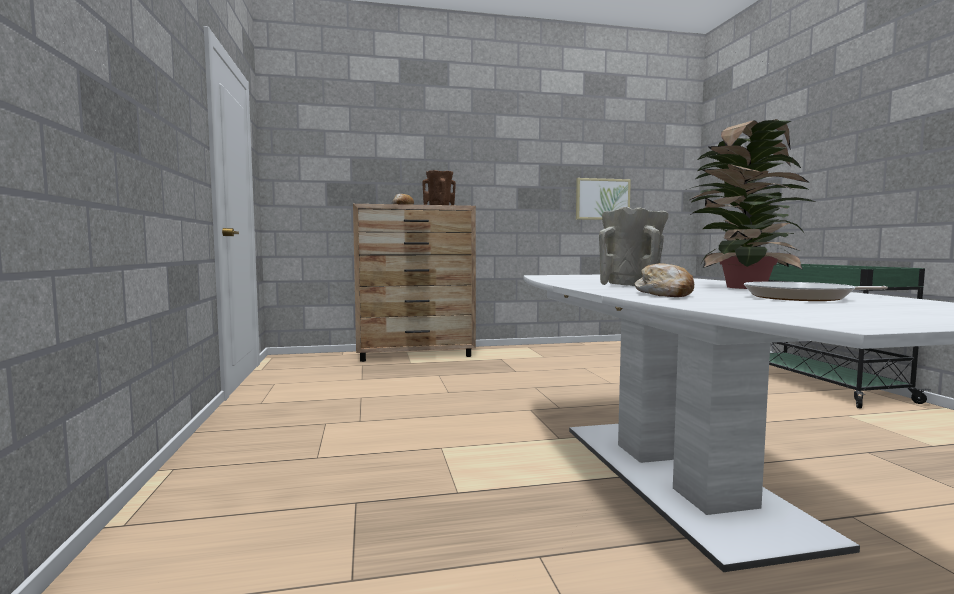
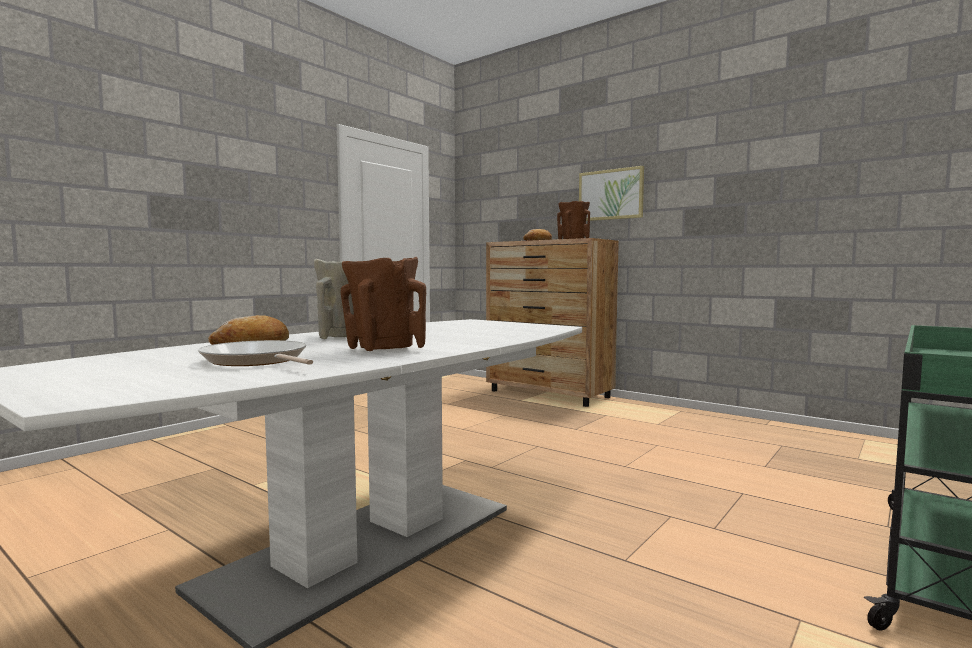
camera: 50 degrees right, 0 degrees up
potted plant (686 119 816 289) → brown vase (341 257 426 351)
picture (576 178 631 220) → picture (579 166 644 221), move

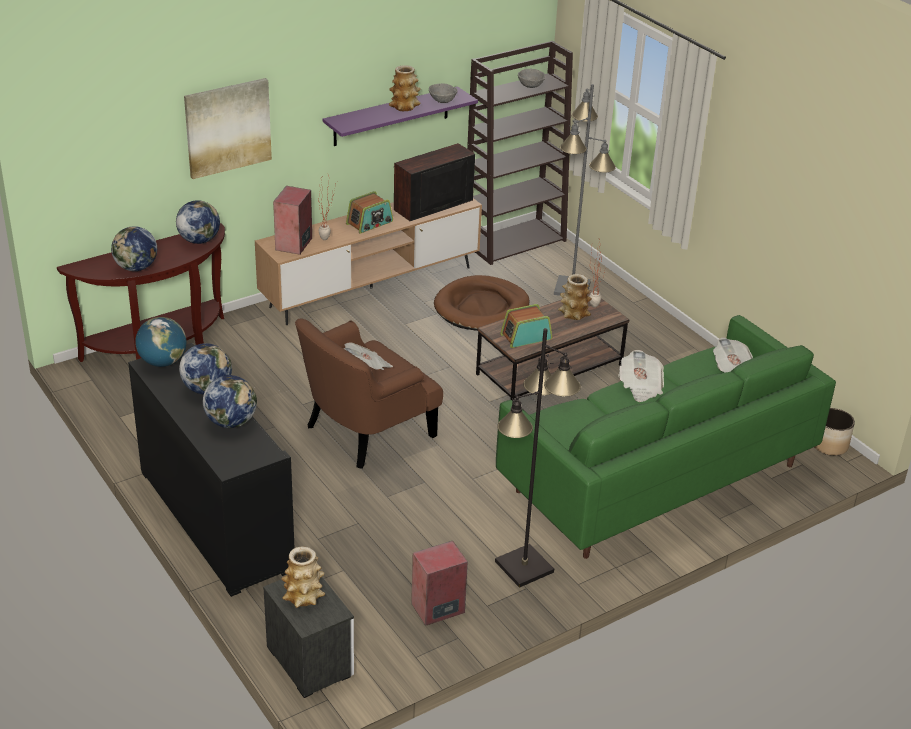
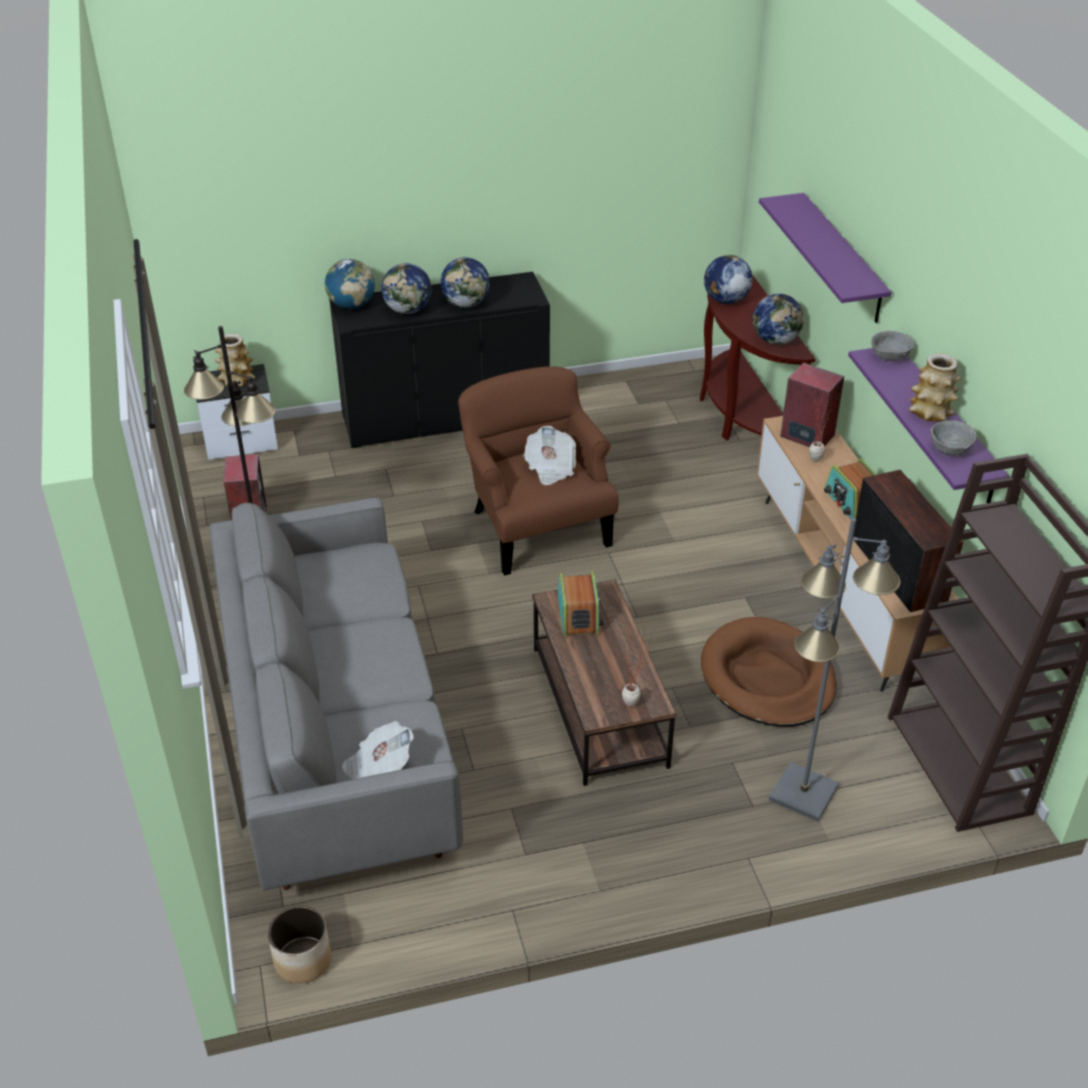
camera: 110 degrees right, 5 degrees up
grey bowl (518 69 545 88) → grey bowl (871 331 915 361), move
picture (184 78 272 179) → purple shelf (759 193 892 323)
vase (558 274 592 320) → -
green sofa (496 315 836 559) → grey sofa (209 497 463 891)
globe (135 317 186 367) → globe (325 259 375 309), move
newspaper (618 350 664 402) → -

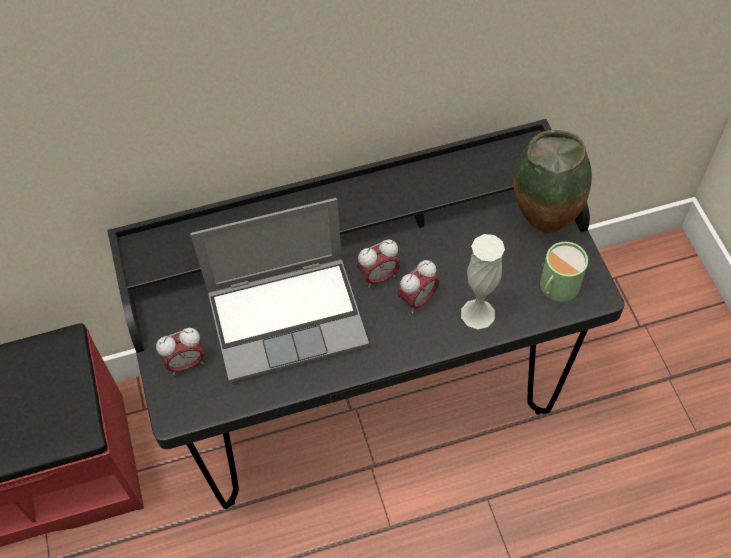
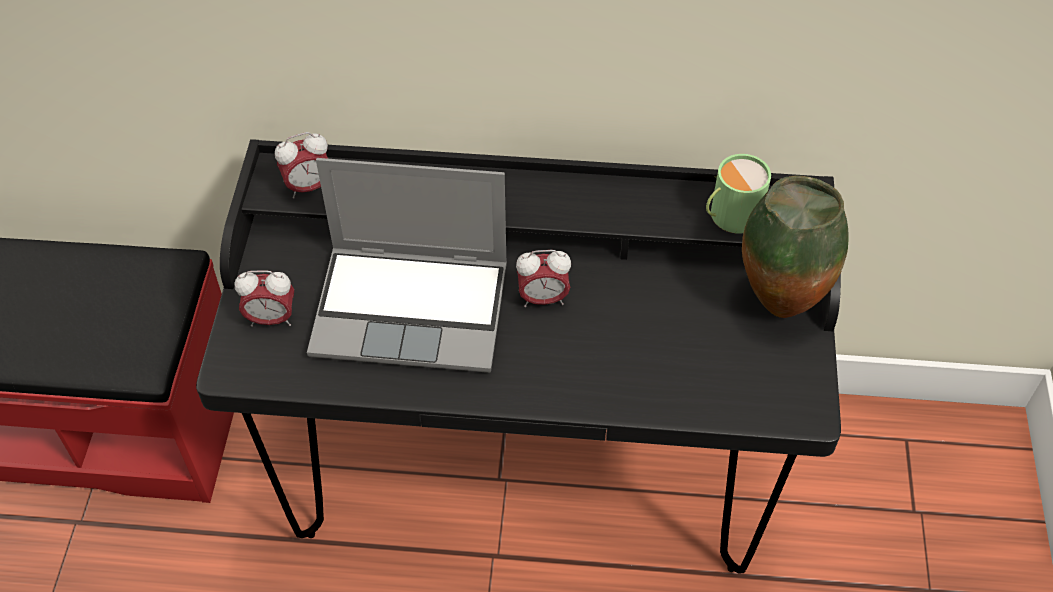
camera: 20 degrees right, 5 degrees down
white vase (461 234 505 329) → -
green mug (540 242 588 302) → green mug (706 154 771 234), move
alarm clock (397 260 439 313) → alarm clock (275 132 328 198), move

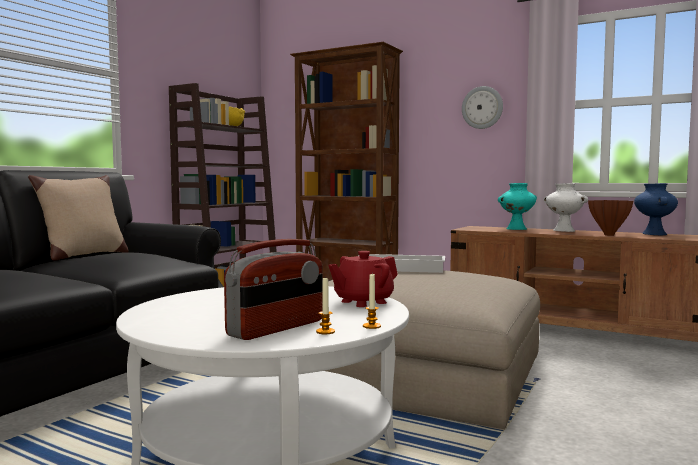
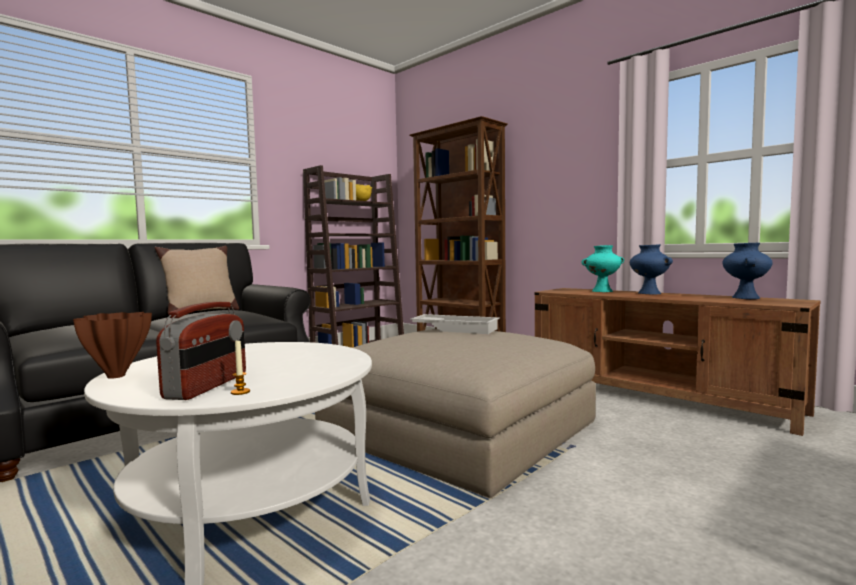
camera: 15 degrees right, 0 degrees up
wall clock (462 86 503 129) → -
white vase (544 183 588 232) → blue vase (630 244 673 295)
brown vase (588 200 633 236) → brown vase (73 312 152 379), move
radio (224 239 323 340) → radio (156 302 246 400), 45 degrees counterclockwise
red teapot (329 251 398 307) → -
candle (363 274 381 329) → -

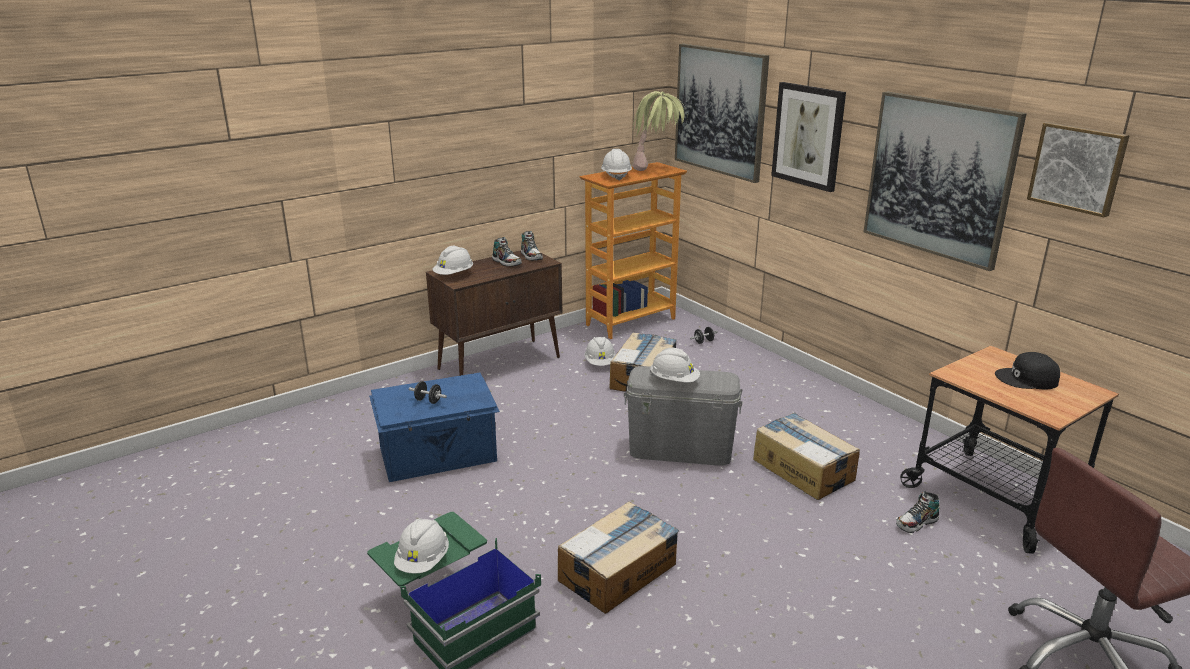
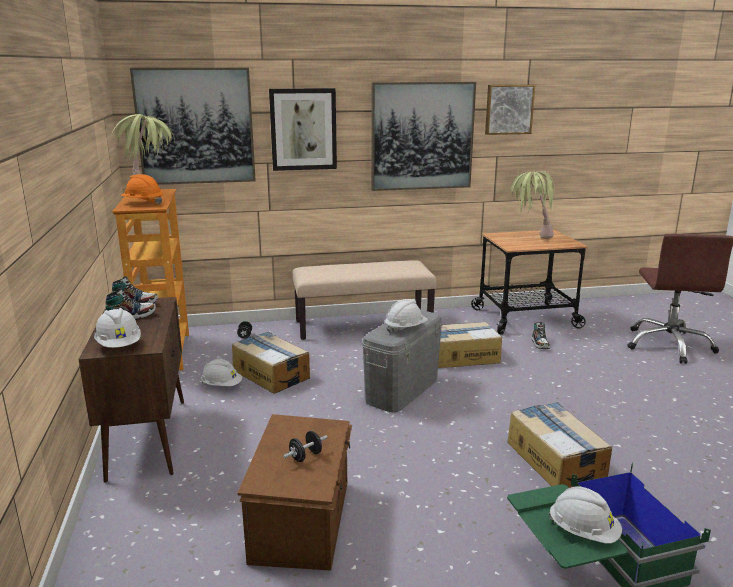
camera: 65 degrees left, 5 degrees down
white hard hat (601 149 632 181) → orange hard hat (120 174 162 205)
black cap (995 352 1060 390) → potted plant (510 171 556 239)
blue storage box (369 373 500 482) → brown storage box (237 414 352 571)
- → beige bench (292 260 437 340)

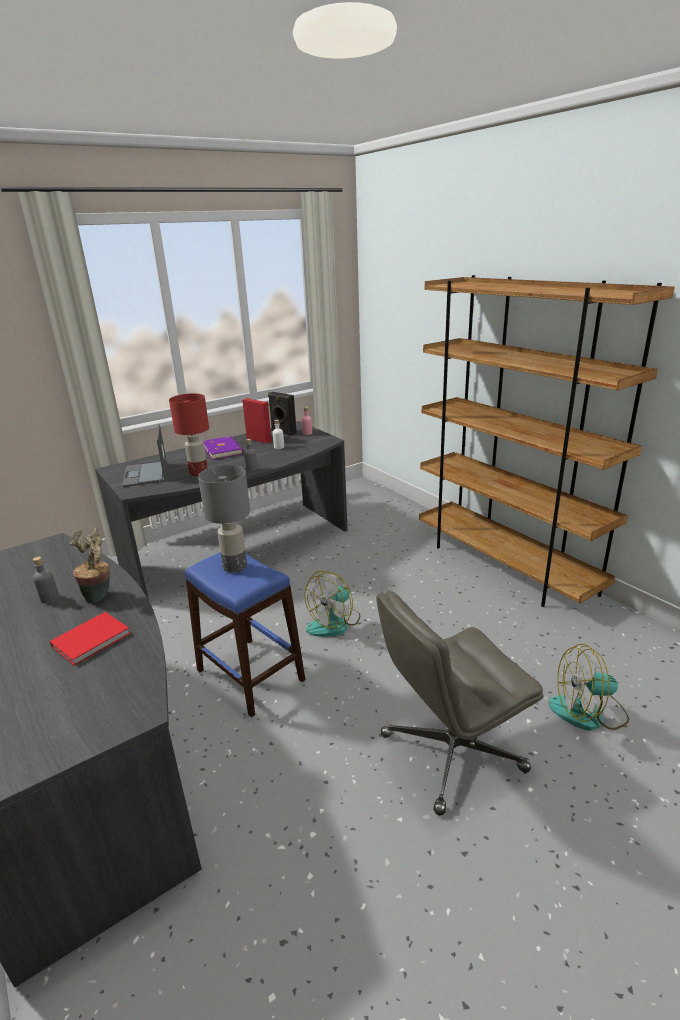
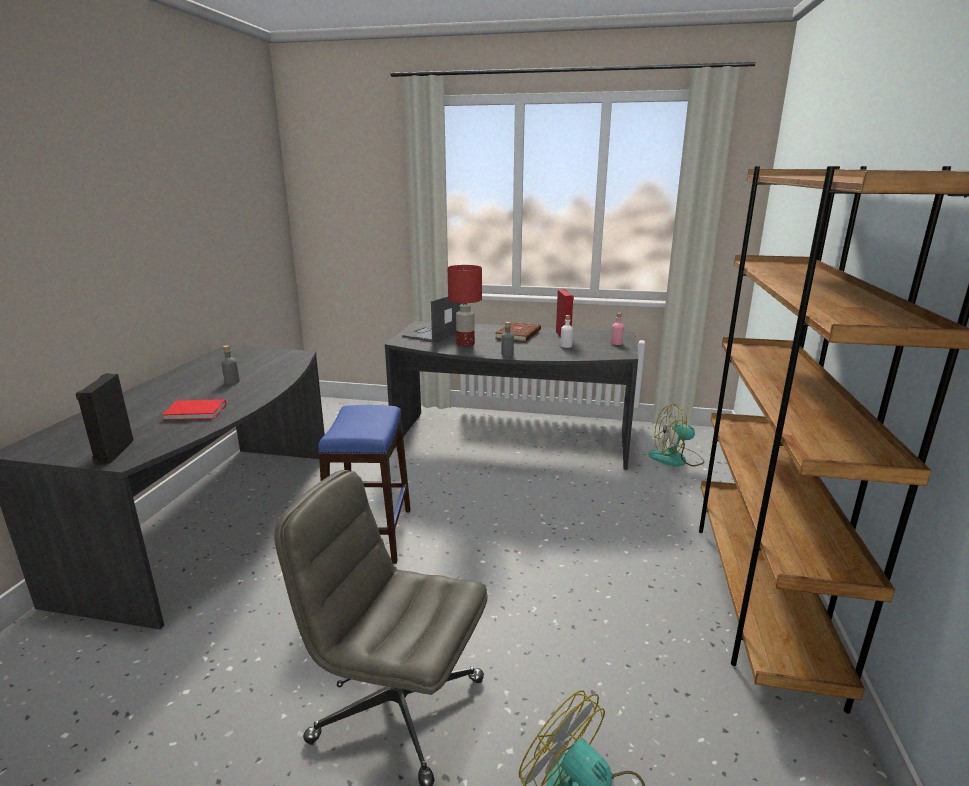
camera: 45 degrees right, 5 degrees down
black speaker (268 392 297 436) → black speaker (76 373 133 465), move
purple book (203 436 243 460) → brown book (495 322 541 342)
grey table lamp (198 465 250 573) → -
potted plant (70 527 110 603) → -
fan (304 571 360 637) → fan (649 404 704 467), move

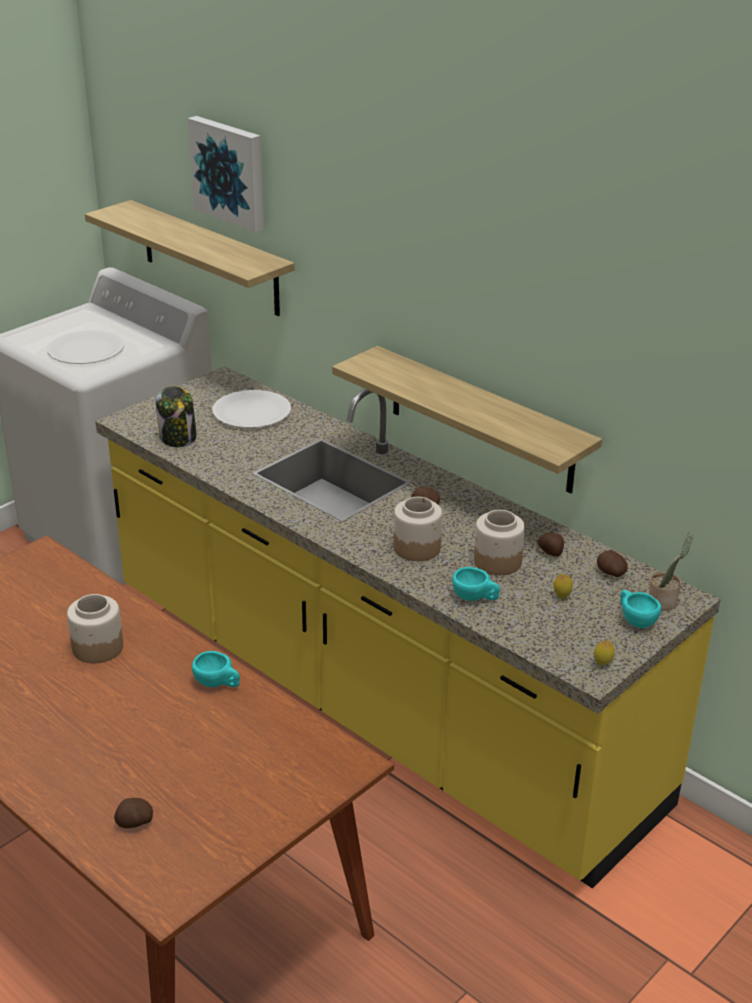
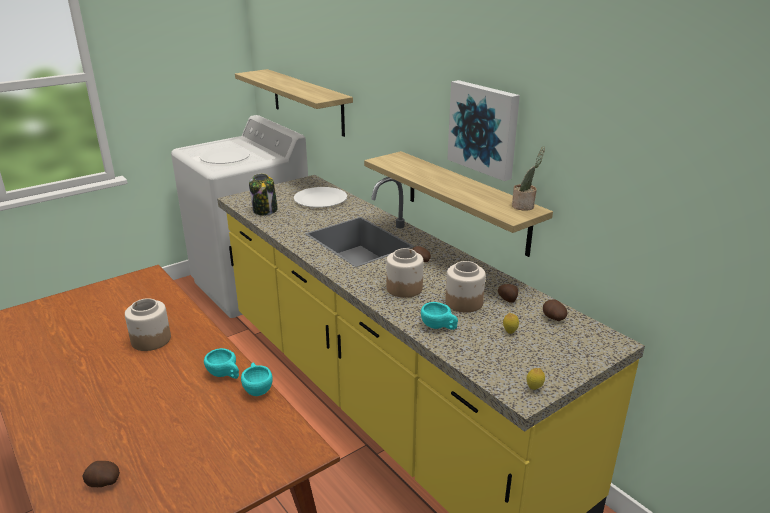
camera: 10 degrees right, 5 degrees down
picture (188 116 264 232) → picture (447 80 520 181), move
potted plant (649 532 693 610) → potted plant (512 146 545 210), move
turquoise cup (620 590 661 628) → turquoise cup (241 363 273 396), move

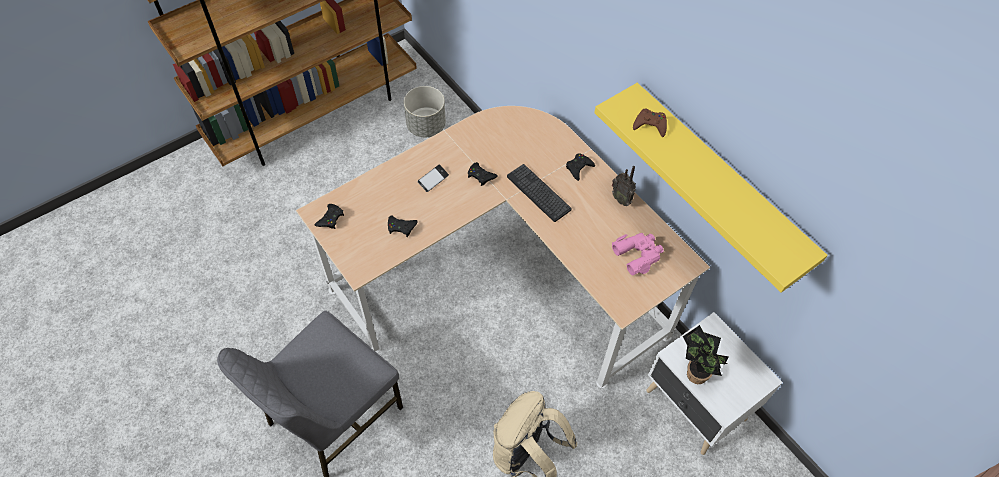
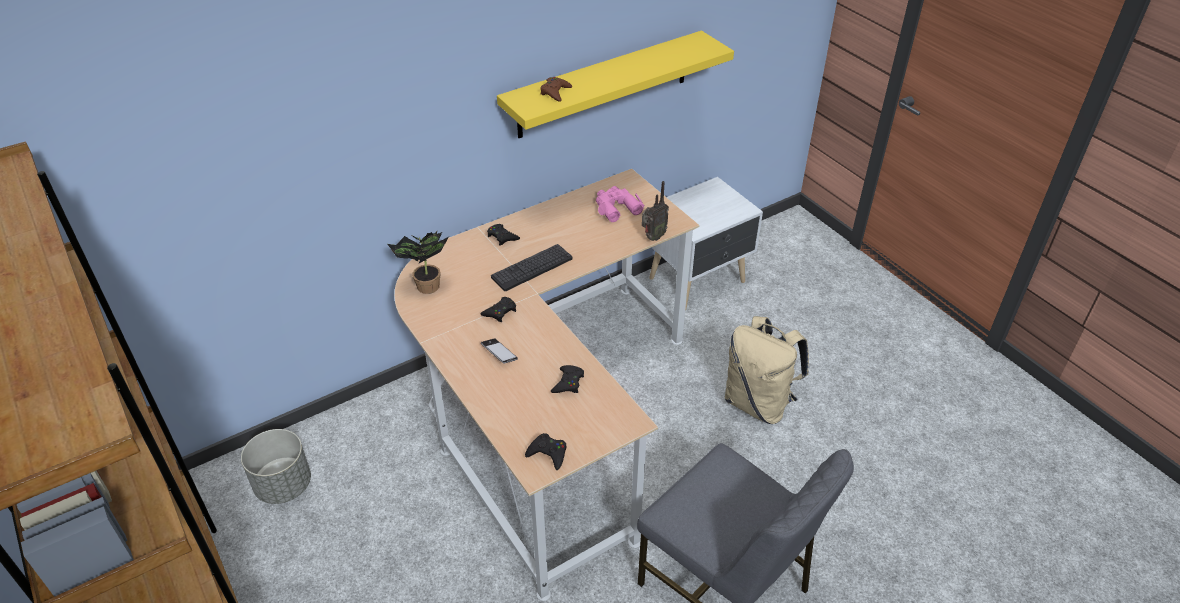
camera: 85 degrees left, 15 degrees down
radio (612 166 636 206) → radio (642 181 669 241), move
potted plant (683 325 729 384) → potted plant (388 231 449 294), move

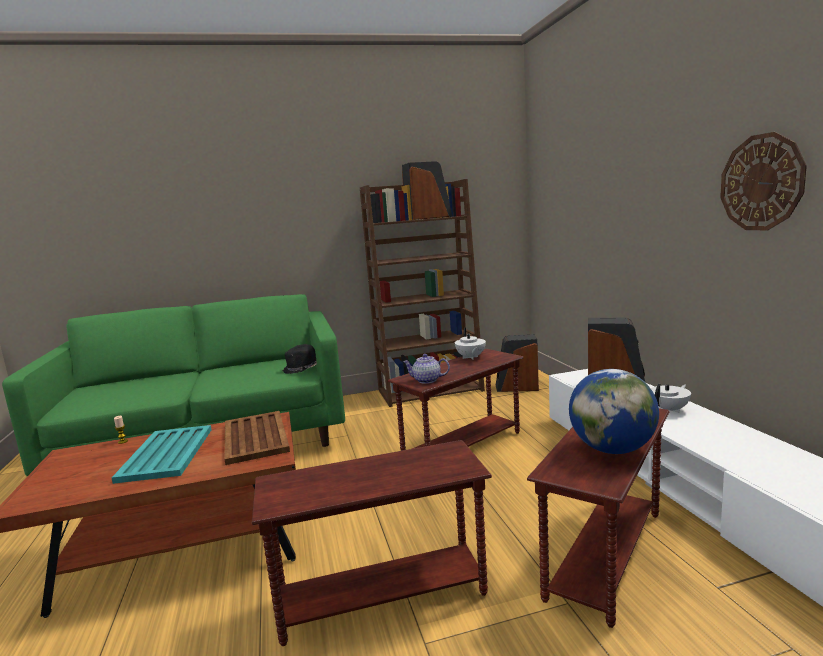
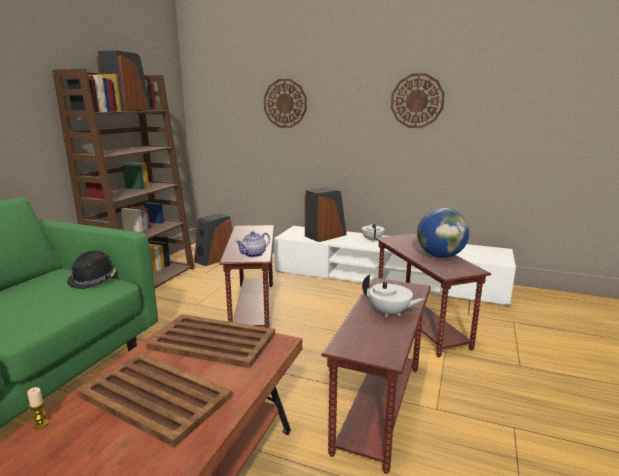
camera: 55 degrees left, 5 degrees up
white teapot (455 328 486 360) → white teapot (362 274 424 318), move
turquoise tray (112 425 211 484) → brown tray (77 353 232 448)
- → wall clock (264 79 307 128)

